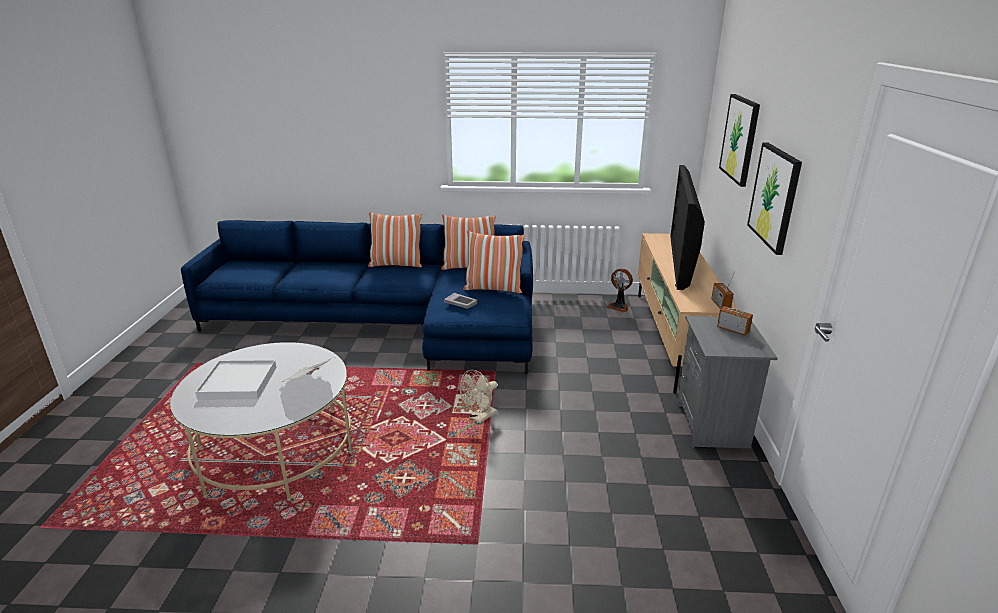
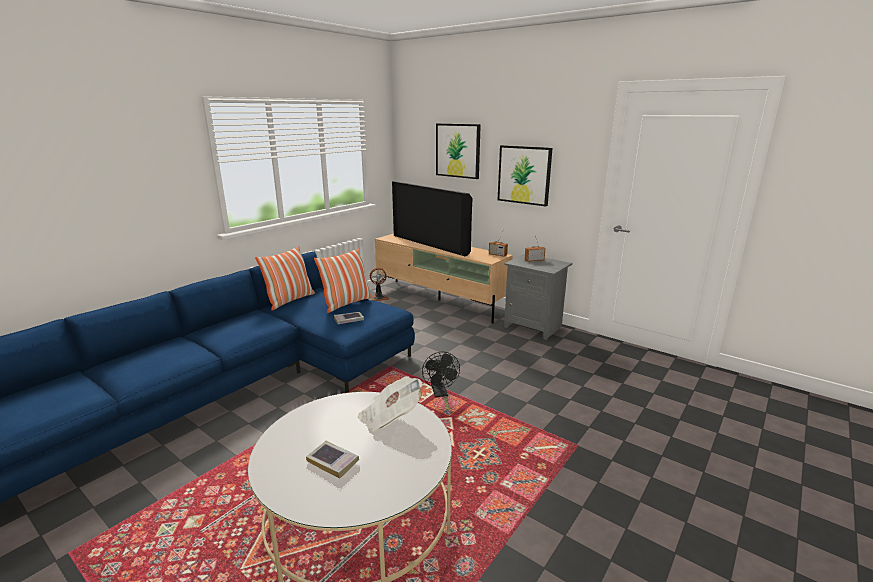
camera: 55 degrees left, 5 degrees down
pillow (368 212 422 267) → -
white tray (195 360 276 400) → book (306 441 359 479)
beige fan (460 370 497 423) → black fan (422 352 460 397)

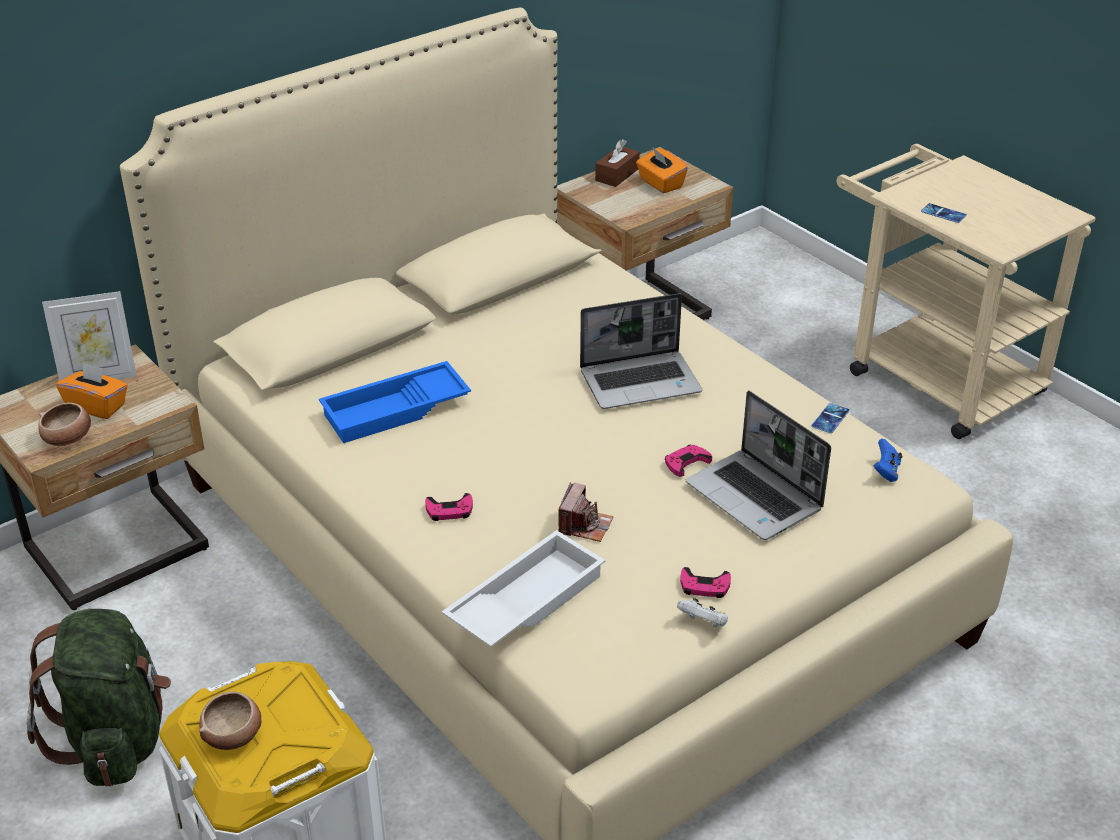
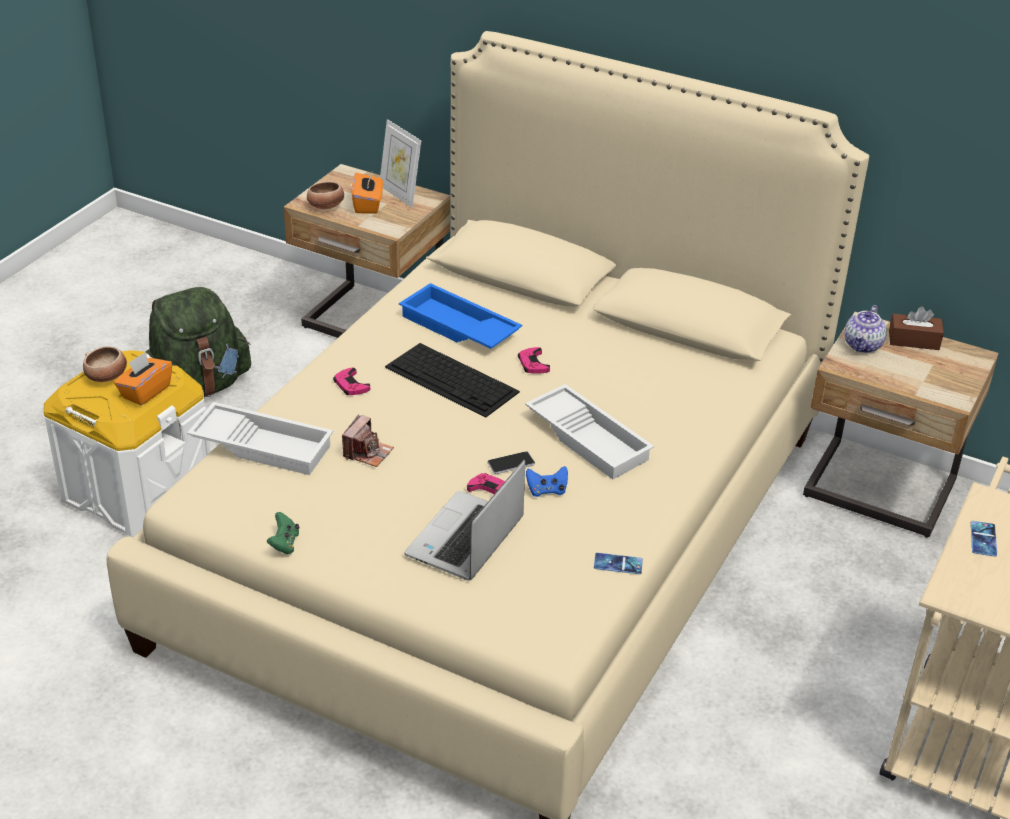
camera: 65 degrees right, 0 degrees up
orange tissue box (636 148 688 193) → orange tissue box (114 352 172 406), move
laptop (580 293 702 409) → white tray (525 384 654 479)
blue game controller (874 439 902 482) → blue game controller (526 466 568 497), move
photo camera (559 482 614 542) → photo camera (342 414 394 467), 60 degrees counterclockwise
pink game controller (680 567 731 598) → pink game controller (518 347 550 373), move
white game controller (677 598 728 628) → green game controller (267 512 299 554)
- → teapot (844 305 887 353)
- → keyboard (385 343 520 418)
- → phone (487 451 535 474)

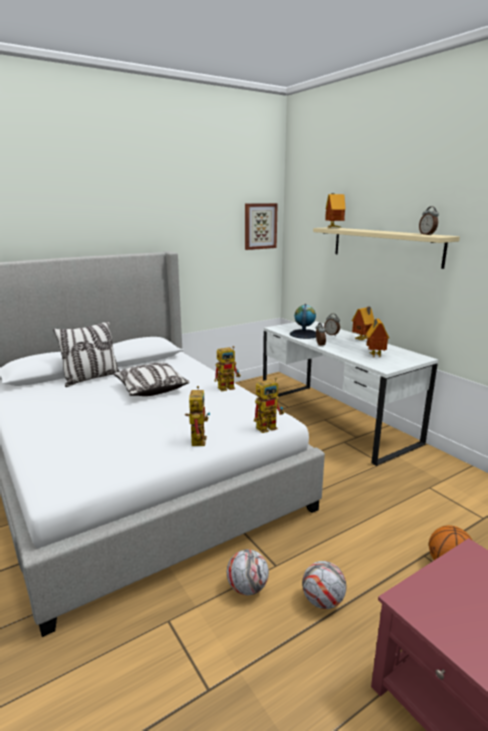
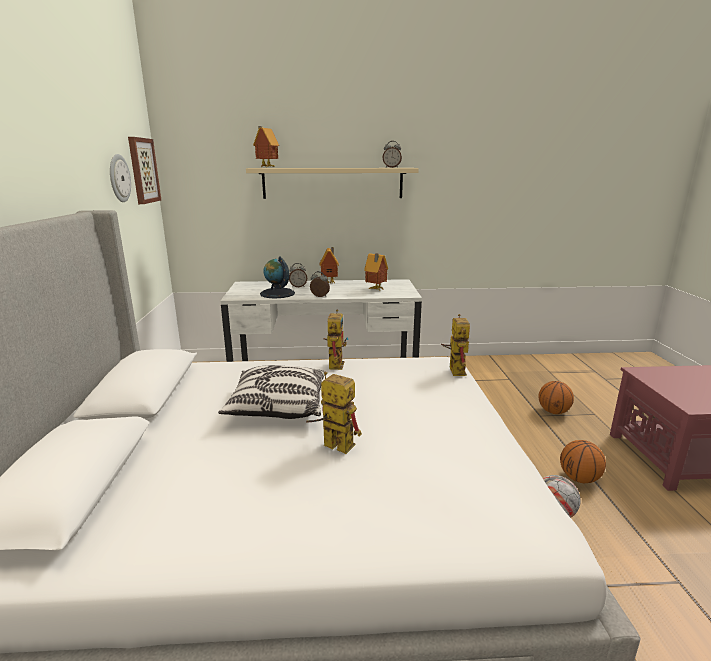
camera: 60 degrees left, 0 degrees up
pillow (53 321 120 387) → -
toy robot (185 386 210 446) → toy robot (306 372 362 454), move
football (302 561 346 609) → basketball (560 440 606 483)
- → wall clock (110 154 131 202)

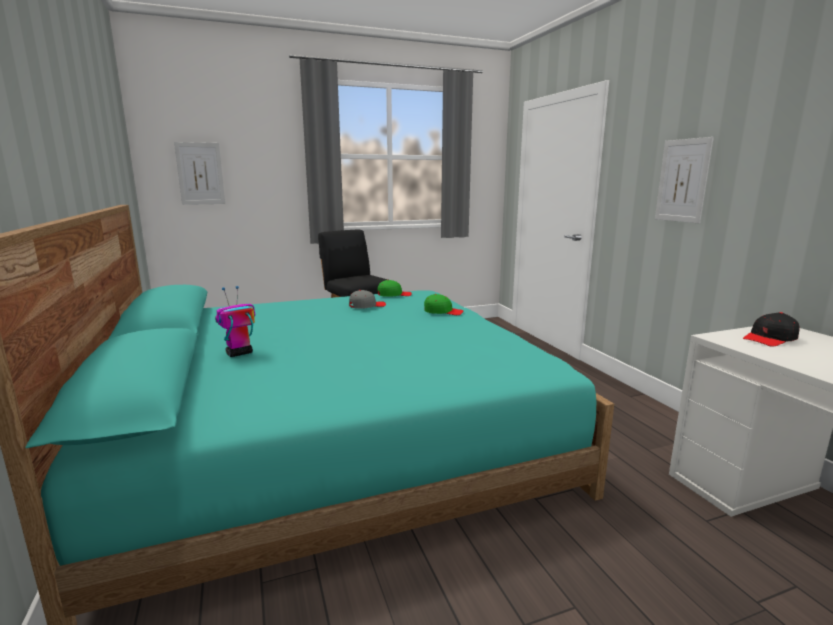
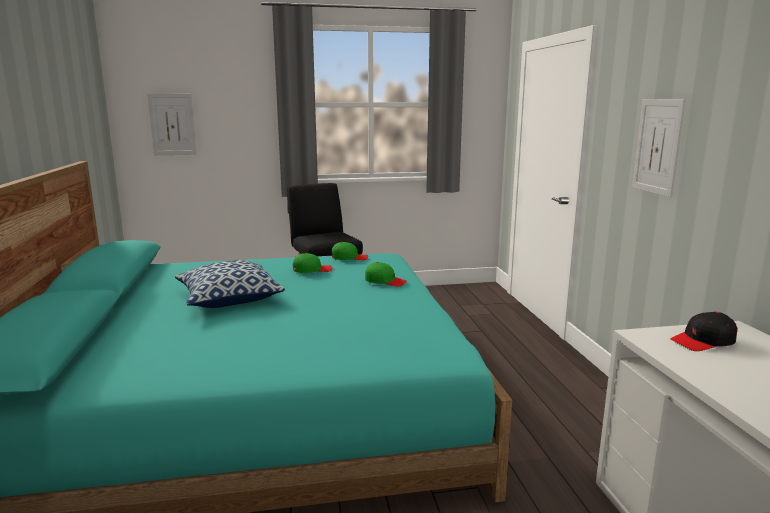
camera: 10 degrees right, 0 degrees up
toy robot (215 286 255 357) → -
grey cap (349 290 386 309) → green cap (293 253 332 273)
- → pillow (175 260 285 308)

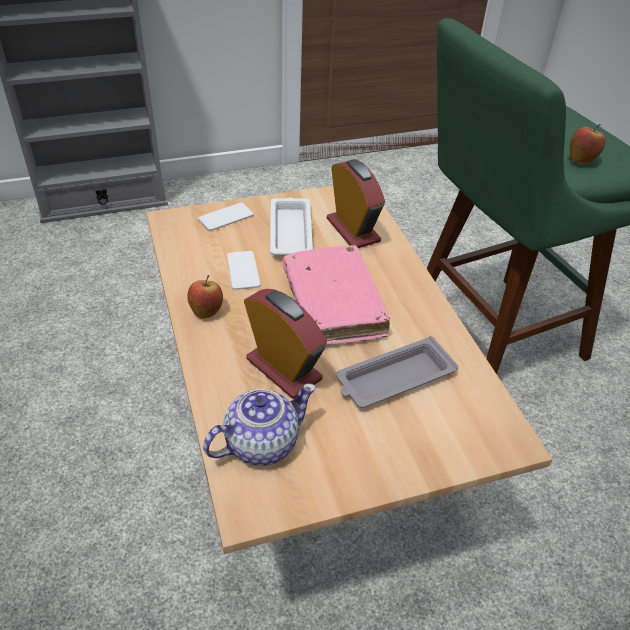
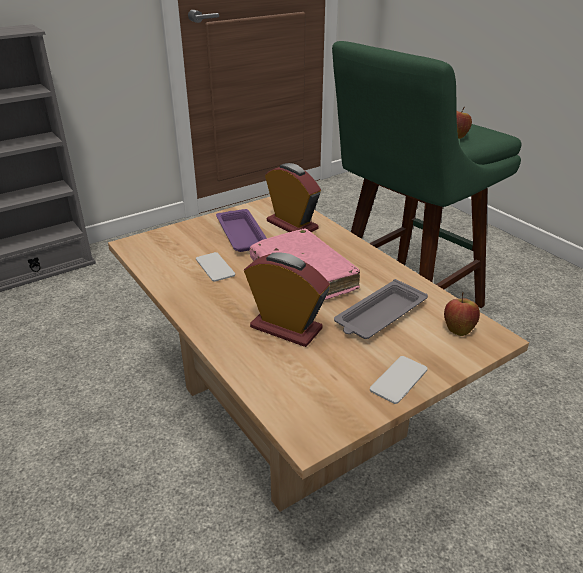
camera: 15 degrees left, 10 degrees down
white tray (270 197 313 256) → purple tray (216 209 267 252)
phone (198 203 254 231) → phone (370 356 428 404), move
apple (187 275 223 319) → apple (444 292 480 336), move
teapot (203 383 316 465) → -

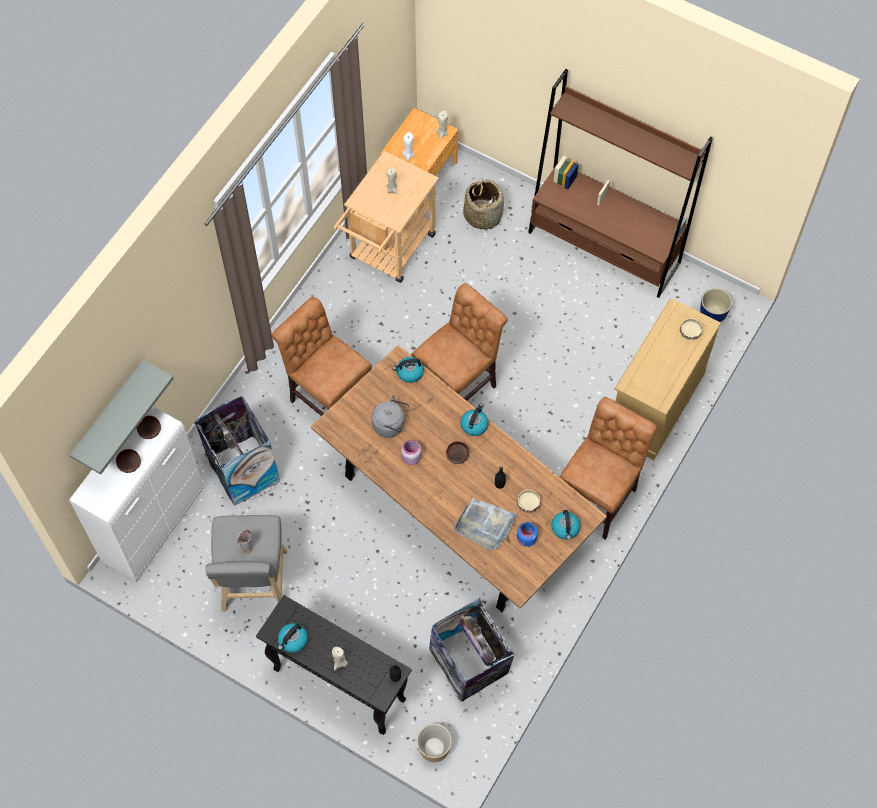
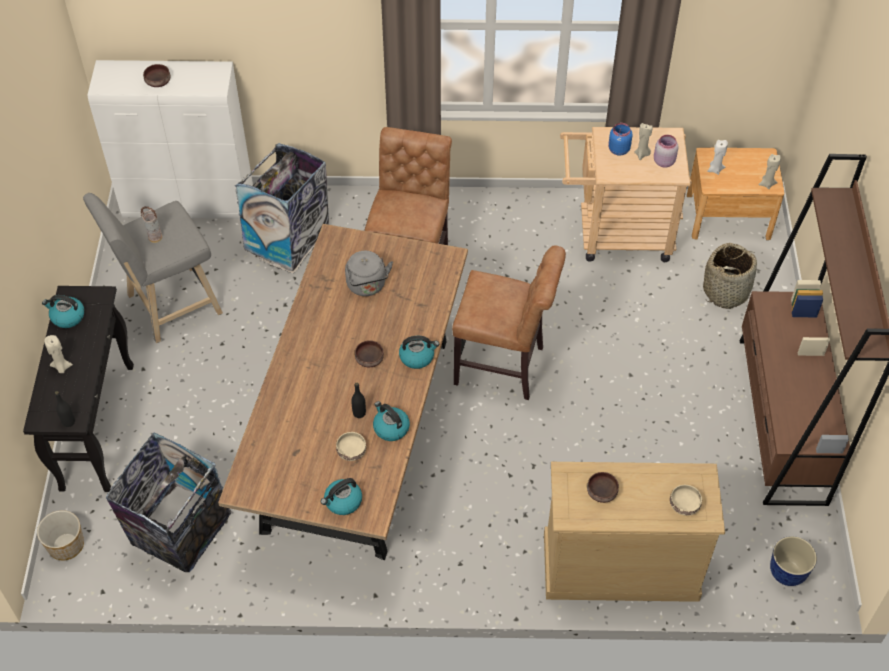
camera: 60 degrees right, 10 degrees down
kettle (392 357 424 383) → kettle (373 401 410 441), move
grey shelf (70 360 174 475) → -
brown chair (560 397 657 540) → -
brown bowl (137 416 161 439) → brown bowl (587 472 619 503), move
pink jar (401 440 421 465) → pink jar (654 135 678 168), move
grey tray (454 498 518 551) → -
blue jar (517 522 538 547) → blue jar (608 123 633 156), move

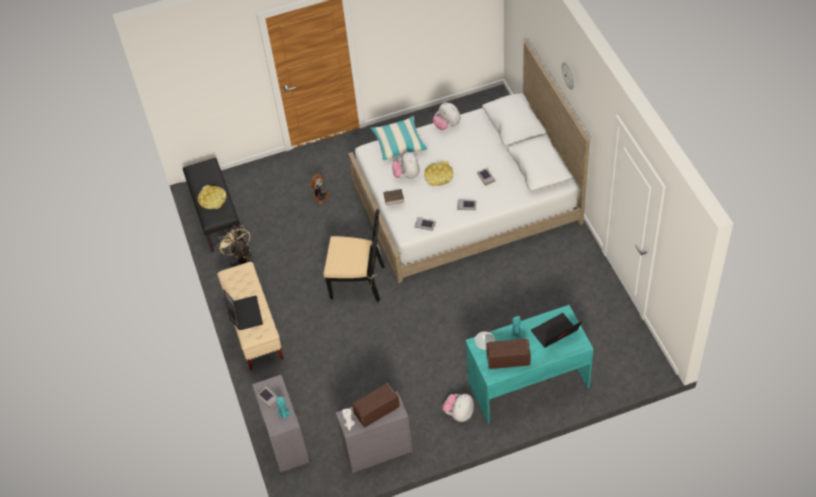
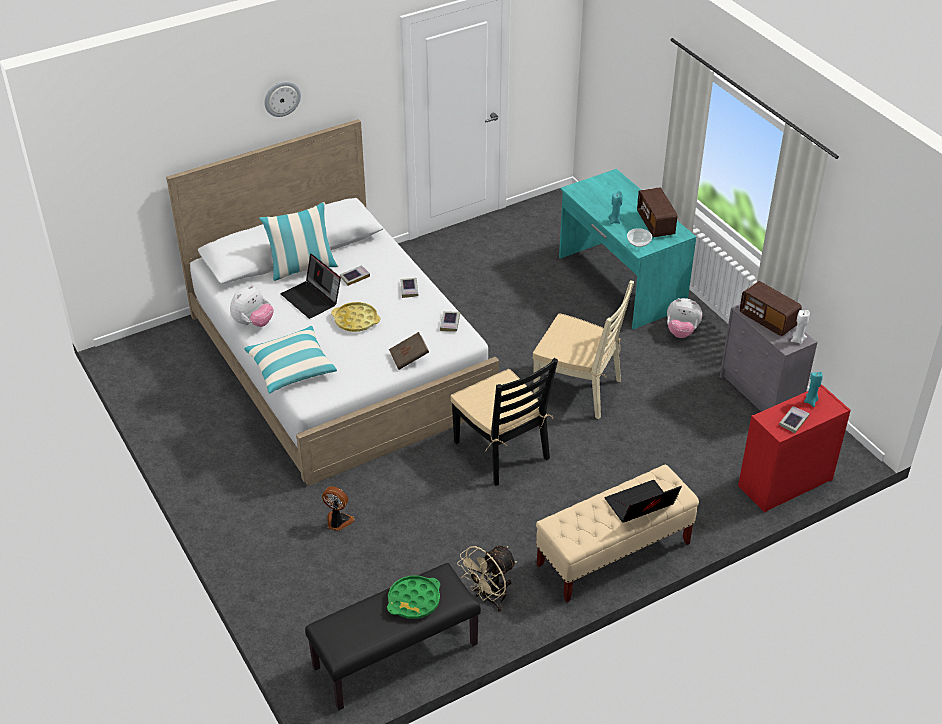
camera: 105 degrees left, 10 degrees down
plush toy (392 152 420 179) → -
yellow tray (198 185 226 209) → green tray (387 576 440 619)
black chair (323 209 385 302) → black chair (451 358 558 486), 150 degrees clockwise
laptop (531 313 582 348) → laptop (281 254 341 319), move
grey dresser (252 374 309 472) → red dresser (738 384 851 513)
- → pillow (259 202 339 281)
- → beige chair (533 280 634 419)

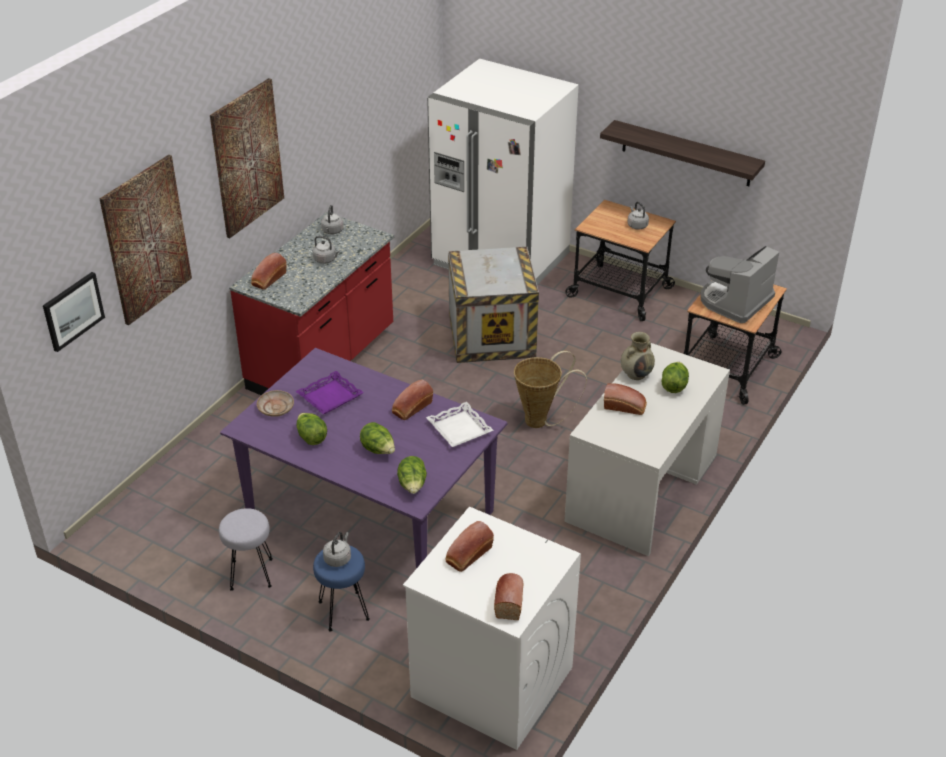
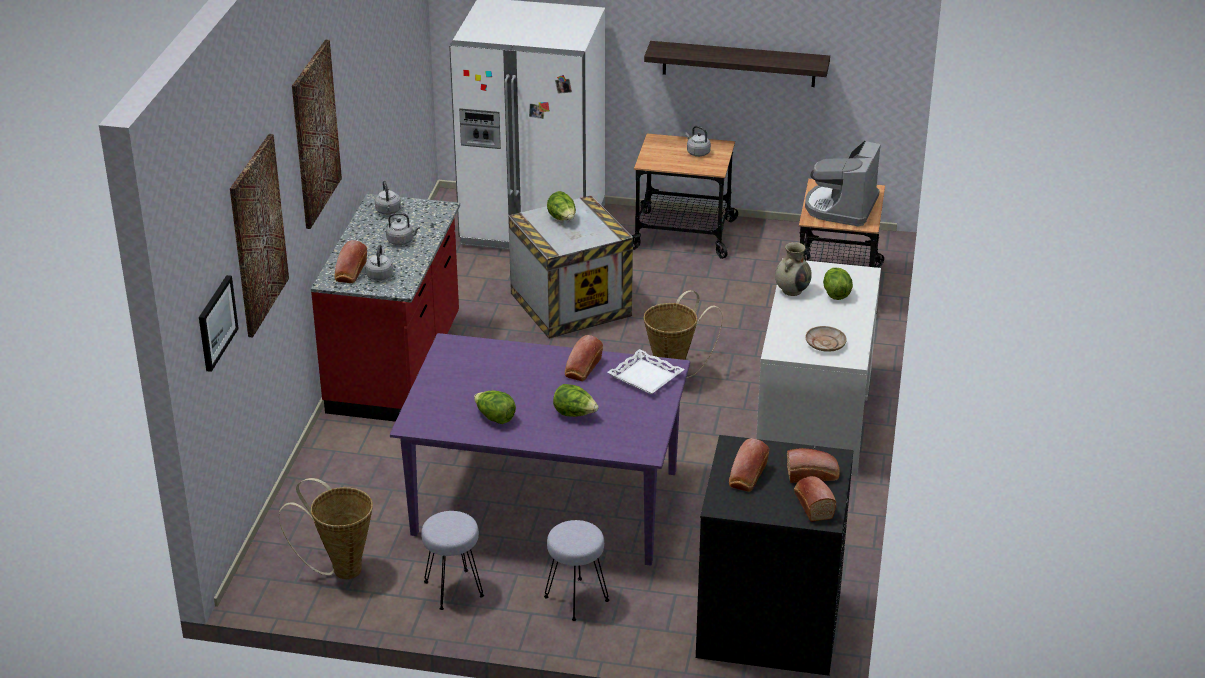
camera: 20 degrees left, 5 degrees down
purple tray (296 371 364 414) → -
bread (604 383 647 415) → bread (787 448 840 483), move
beige plate (257 390 294 417) → beige plate (805 326 847 352), move
lettuce (397 456 427 494) → lettuce (547 191 576 220), move
white washing machine (403 507 581 750) → black washing machine (696 435 853 676)
grey kettle (323 532 351 567) → grey kettle (365 244 393 281), move
blue stool (313 545 370 631) → grey stool (544 520 609 621)
- → basket (279 478 373 579)

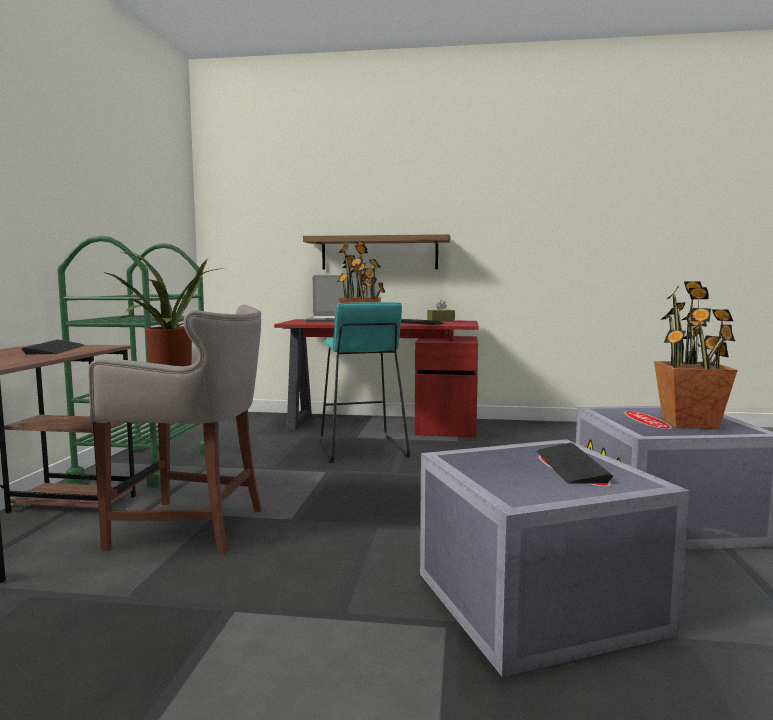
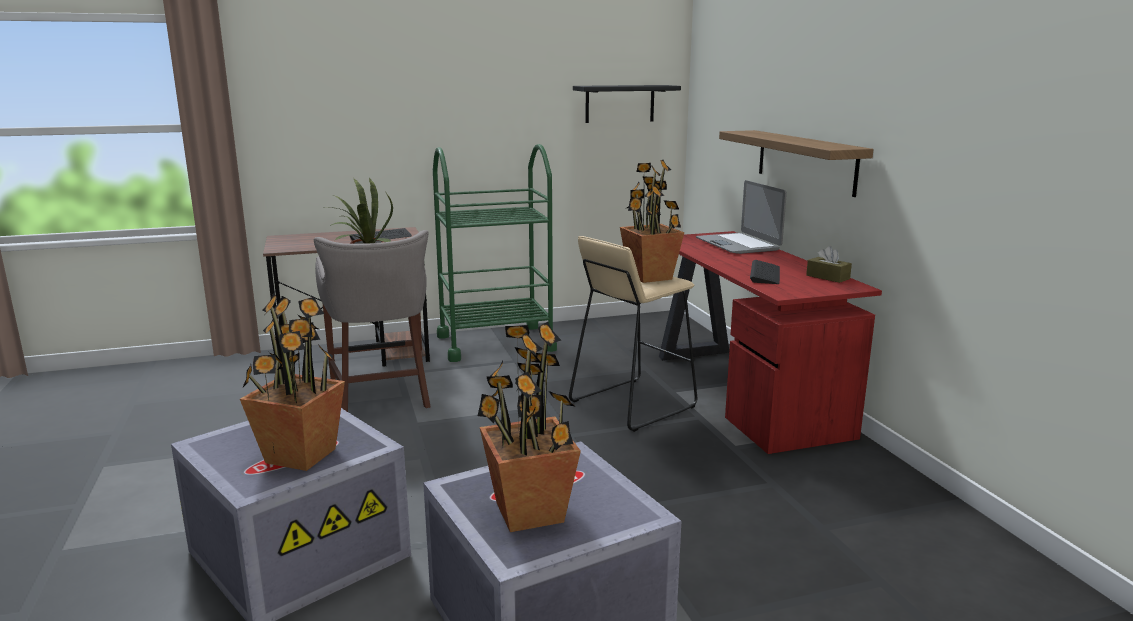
camera: 65 degrees right, 10 degrees up
turquoise stool (320 302 410 463) → beige stool (569 236 697 432)
keyboard (537 443 613 484) → potted plant (240 294 345 471)
- → black shelf (573 85 681 123)

